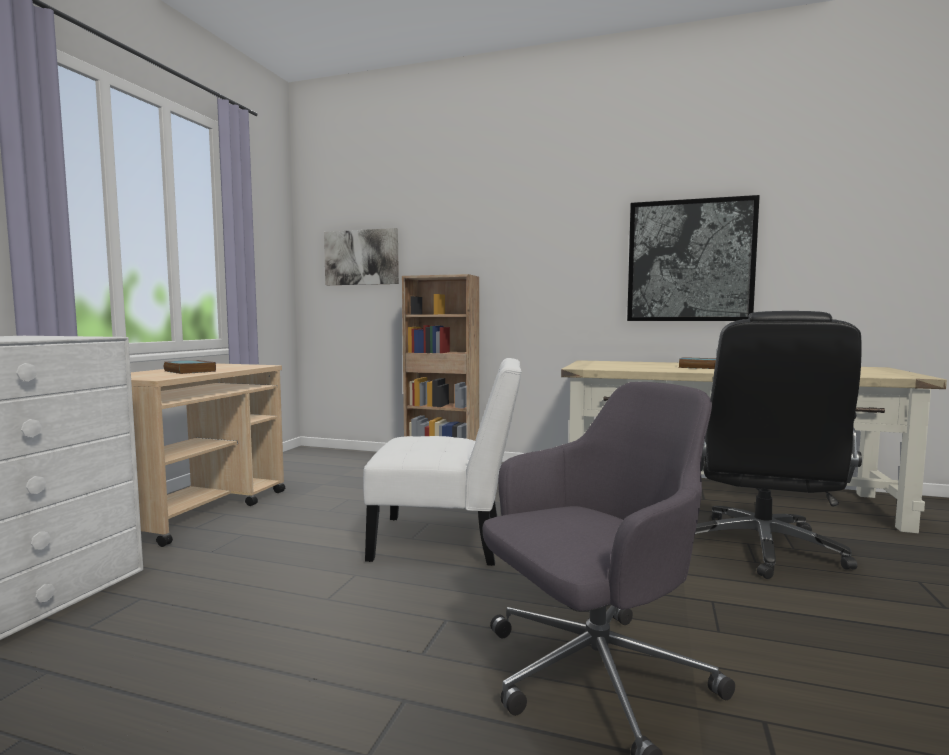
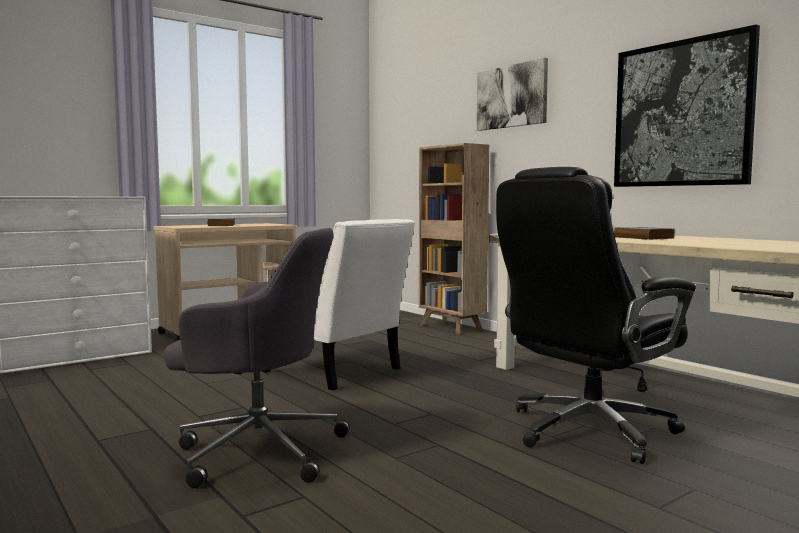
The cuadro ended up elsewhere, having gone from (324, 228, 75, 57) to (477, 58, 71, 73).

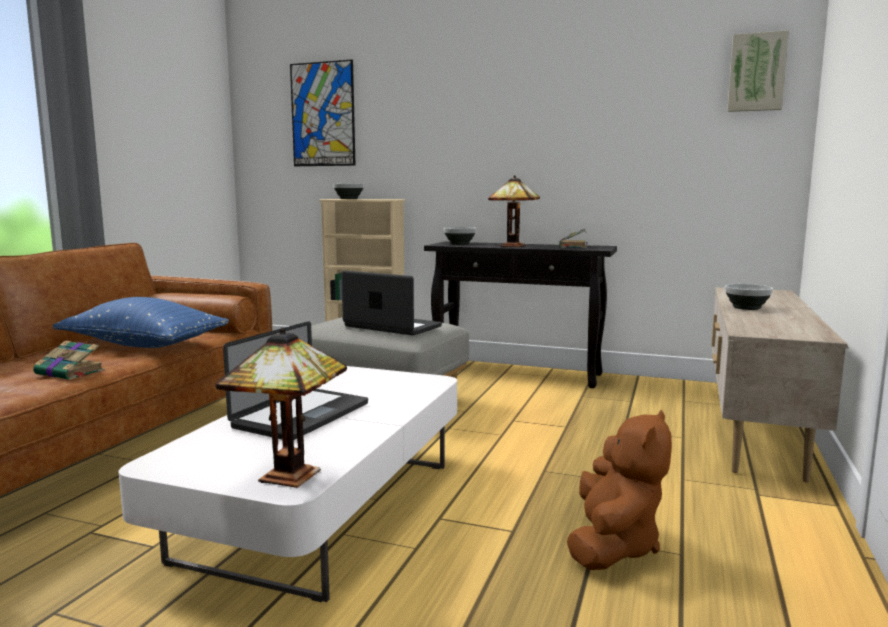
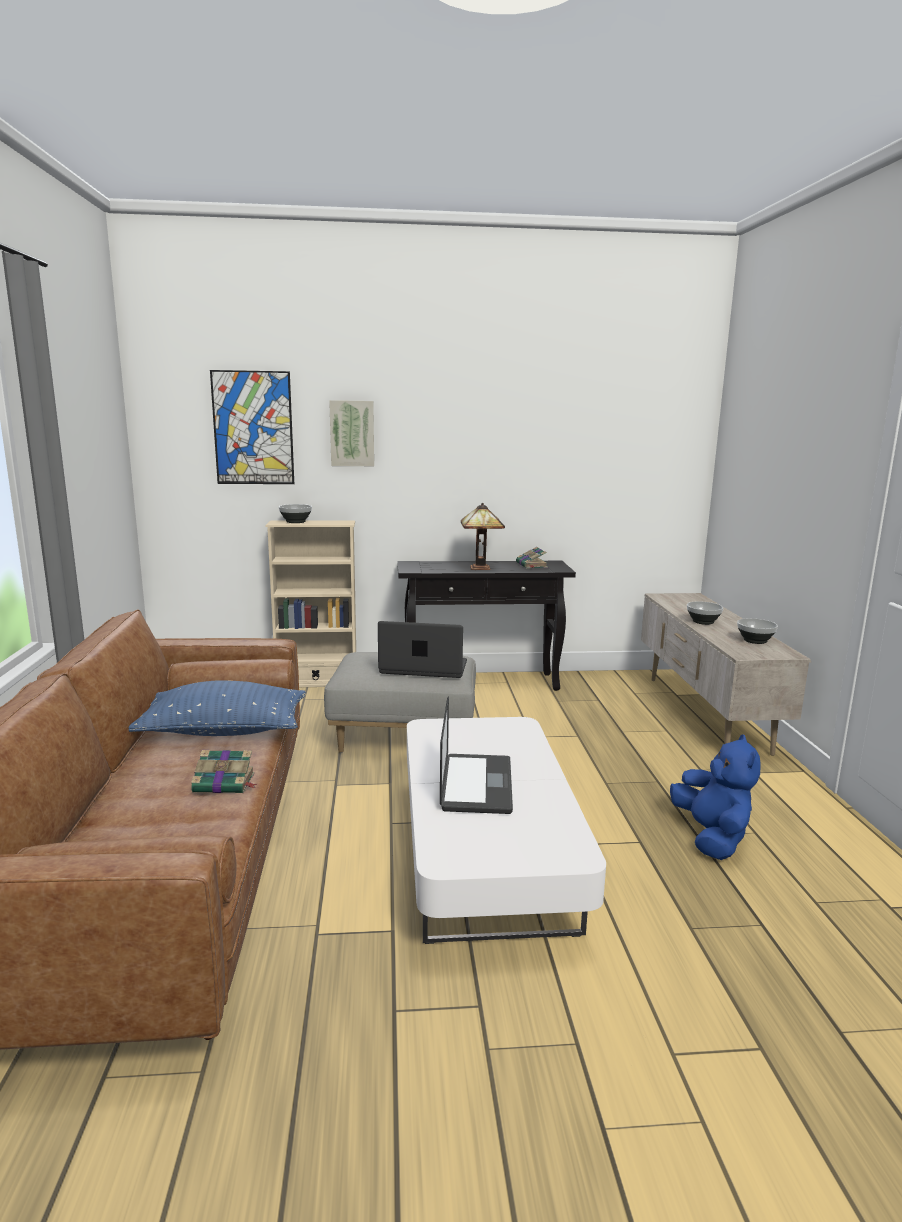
The second view lost the lámpara de mesa at (216, 327, 131, 161).
The cuenco ended up elsewhere, having gone from (444, 227, 32, 18) to (737, 618, 41, 26).
What was the peluche [marrón] at (567, 410, 105, 160) turned into the peluche [azul] at (670, 734, 91, 126).
The cuadro ended up elsewhere, having gone from (727, 30, 62, 82) to (329, 400, 45, 66).

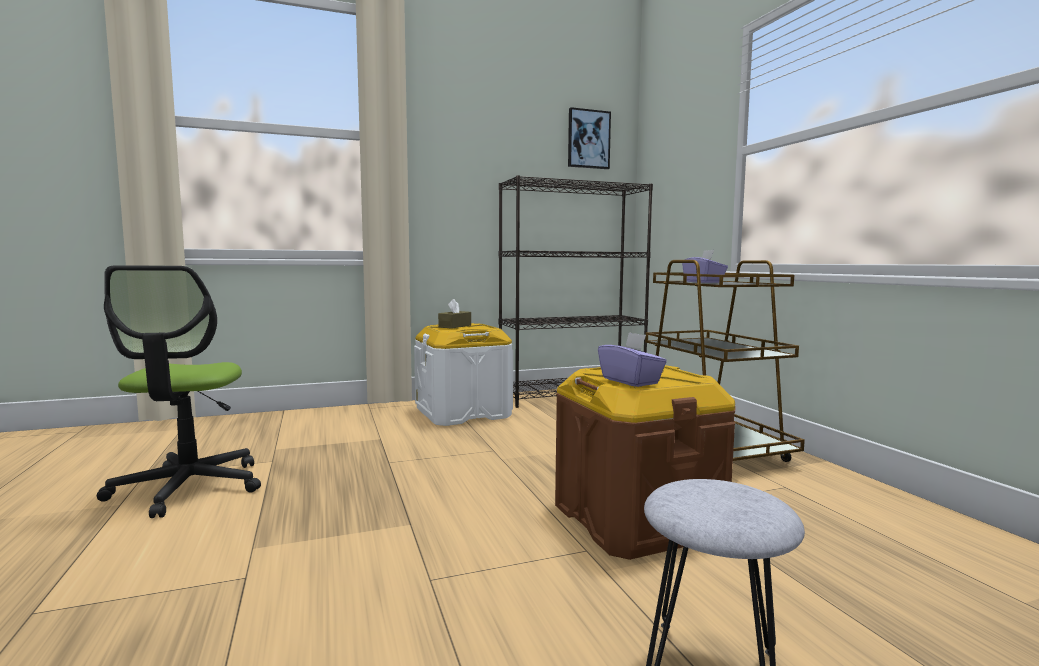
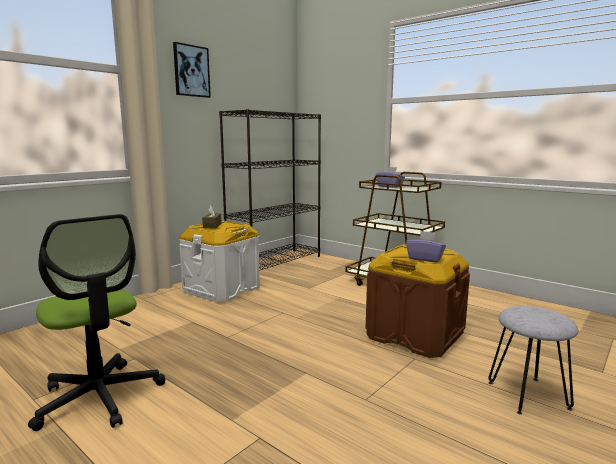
The cuadro ended up elsewhere, having gone from (568, 107, 43, 62) to (173, 42, 38, 56).

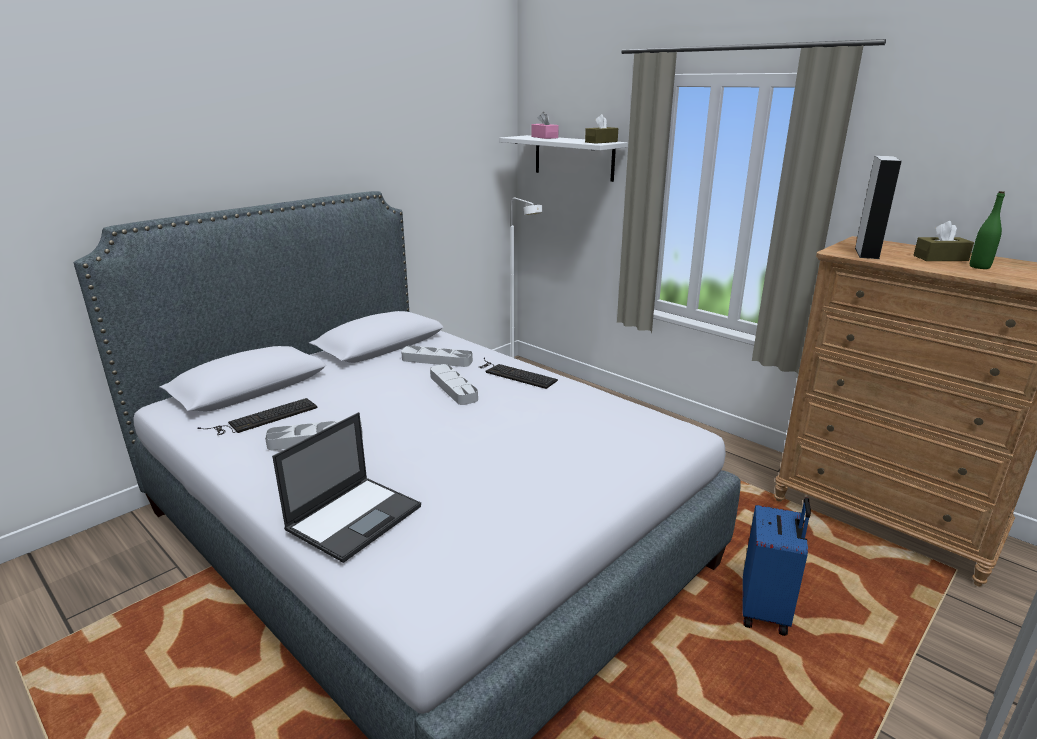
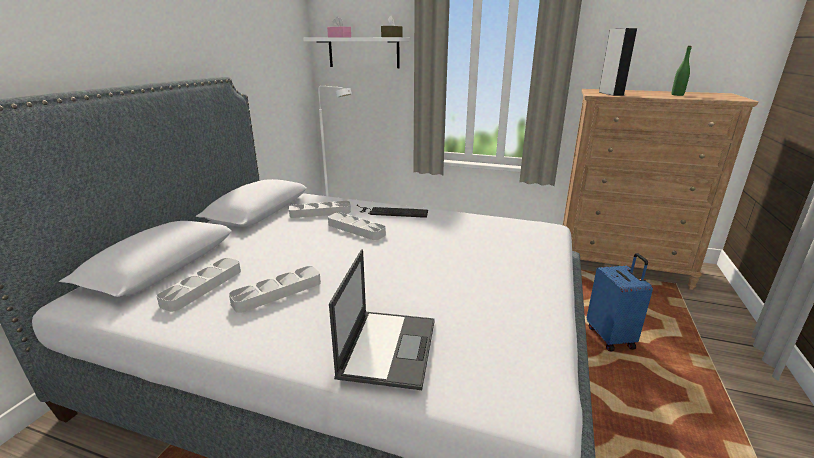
Where the teclado stood at (197, 398, 121, 37), the bandeja [gris] came to stand at (157, 258, 84, 54).
The second view lost the caja de pañuelos [marrón] at (913, 221, 61, 40).

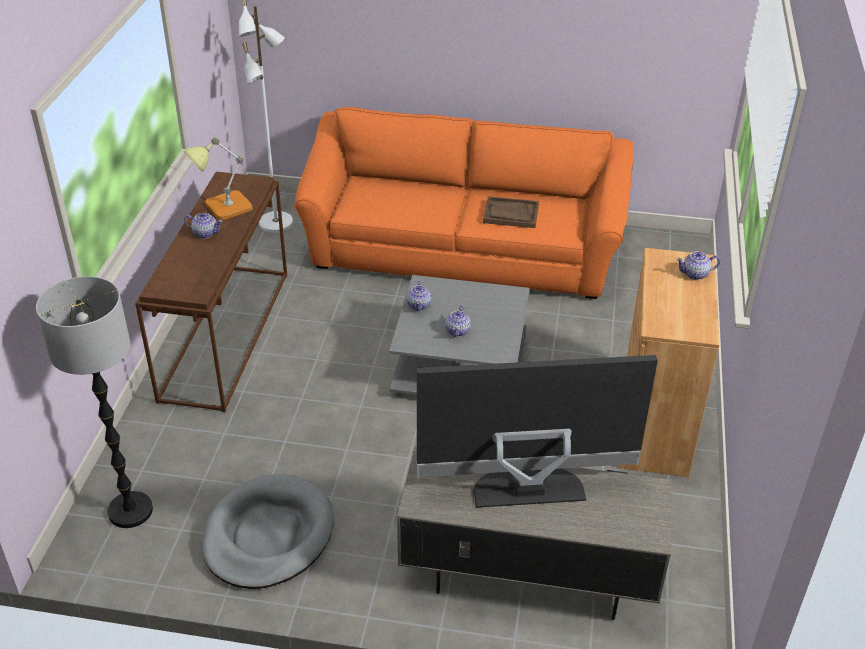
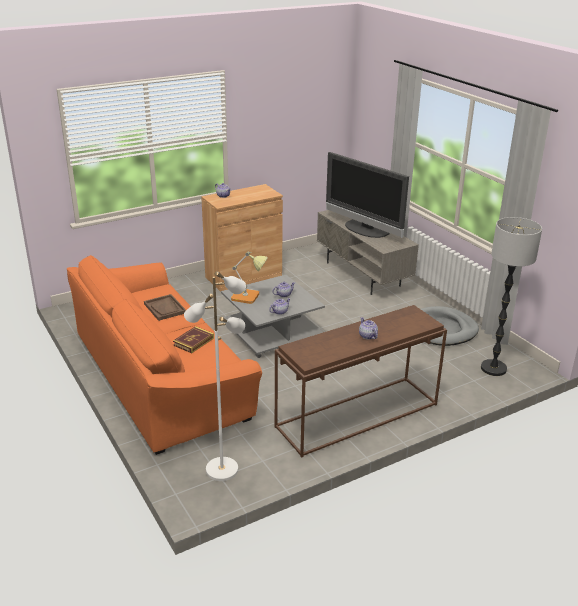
The lámpara de mesa ended up elsewhere, having gone from (184, 137, 69, 83) to (231, 252, 37, 52).
The second view gained the libro at (173, 326, 41, 27).

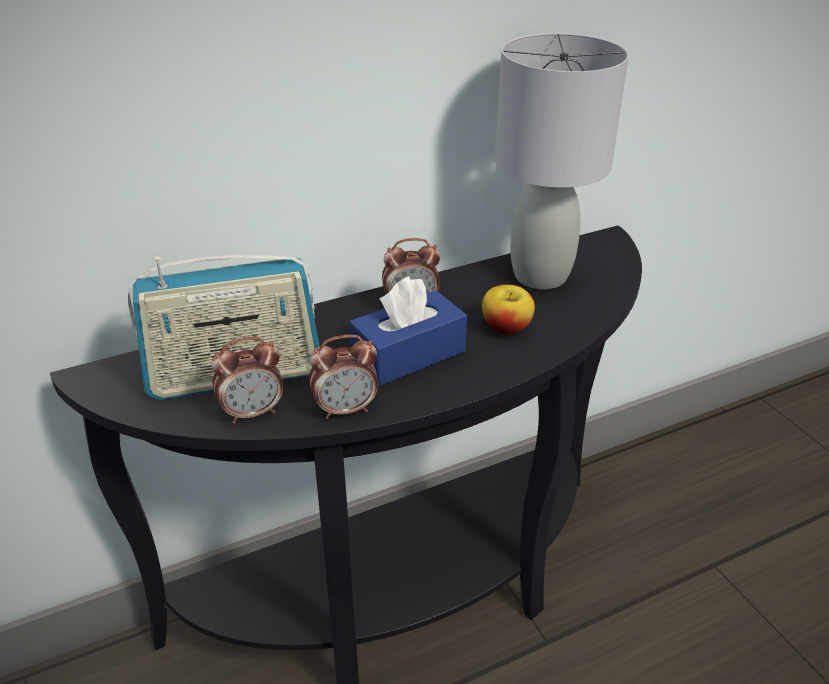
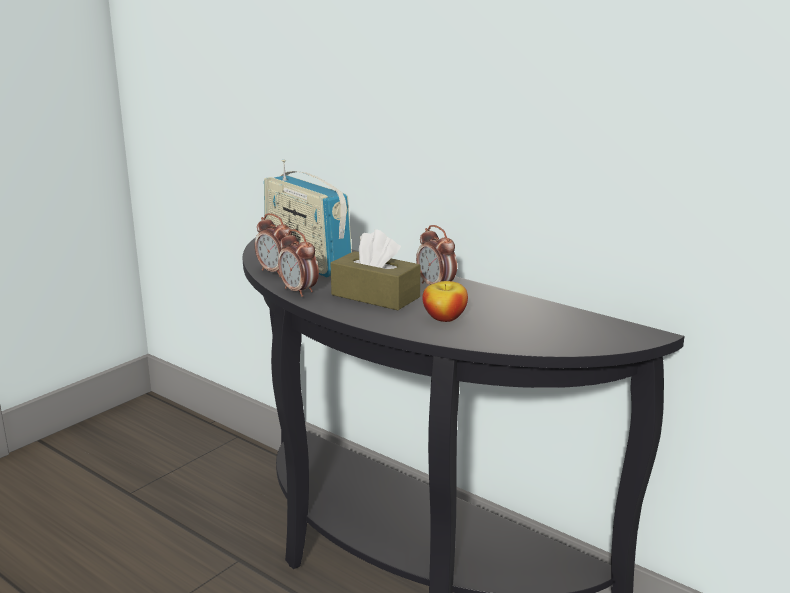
What was the caja de pañuelos [azul] at (349, 276, 118, 110) turned into the caja de pañuelos [marrón] at (331, 230, 90, 80).
The second view lost the lámpara de mesa [gris] at (495, 33, 134, 256).

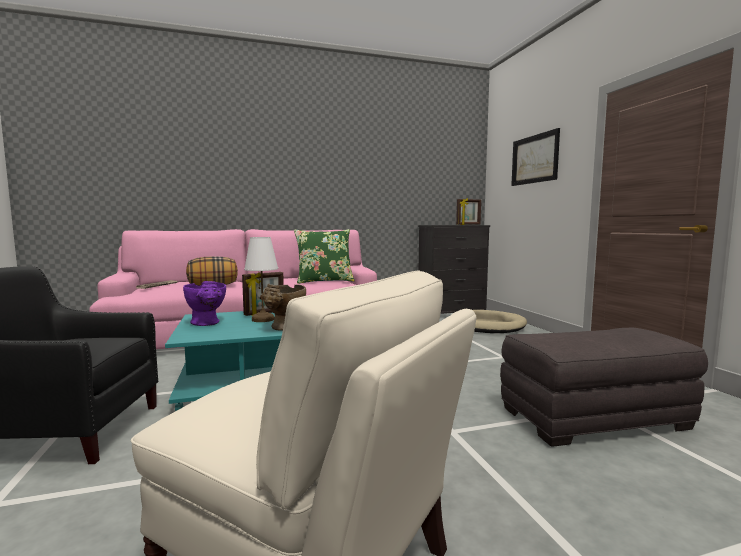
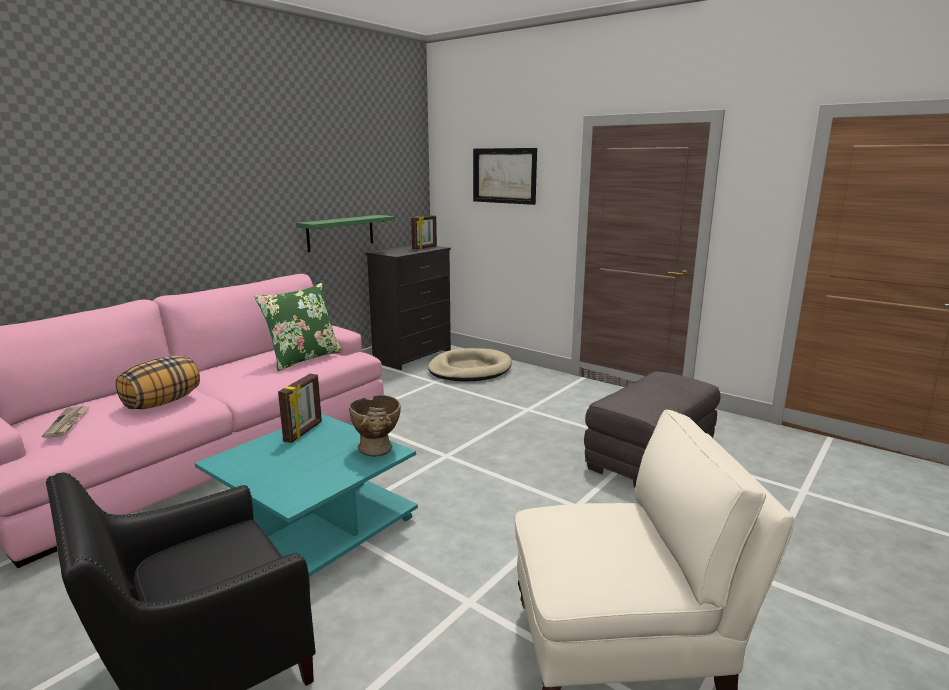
The second view lost the florero [morado] at (183, 281, 43, 45).
The second view lost the lámpara de mesa [blanco] at (244, 237, 34, 85).
The second view gained the estante [verde] at (296, 215, 99, 37).

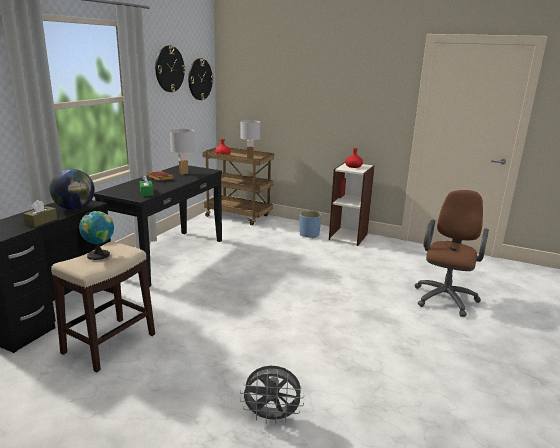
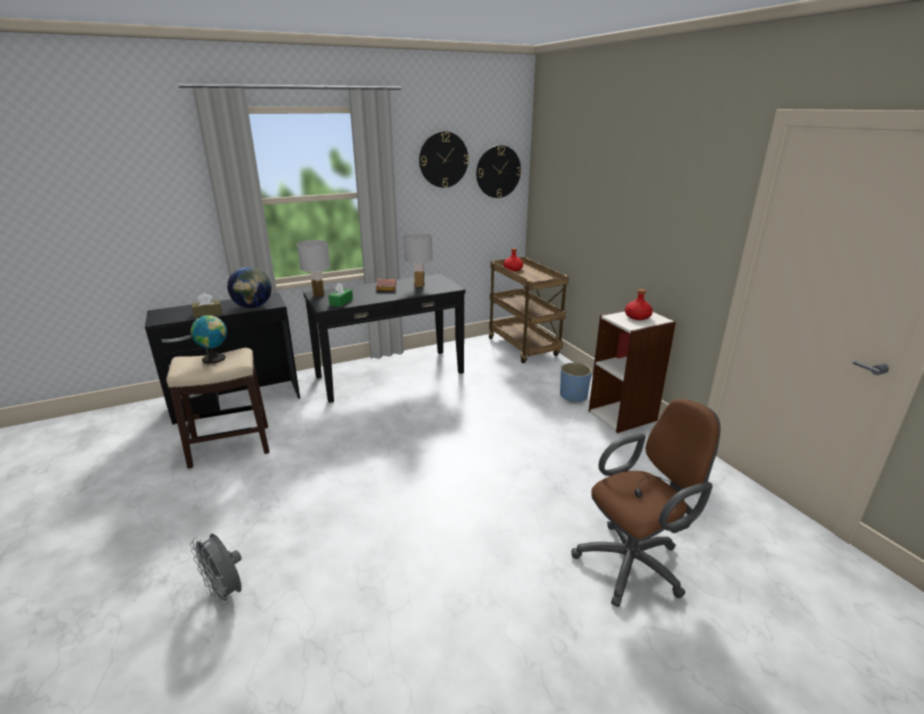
The lámpara de mesa [blanco] ended up elsewhere, having gone from (240, 120, 20, 38) to (297, 240, 34, 57).

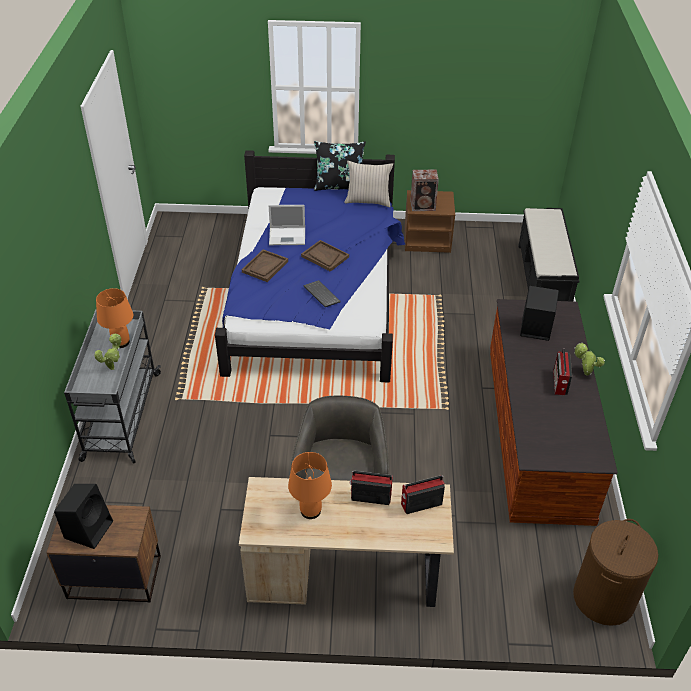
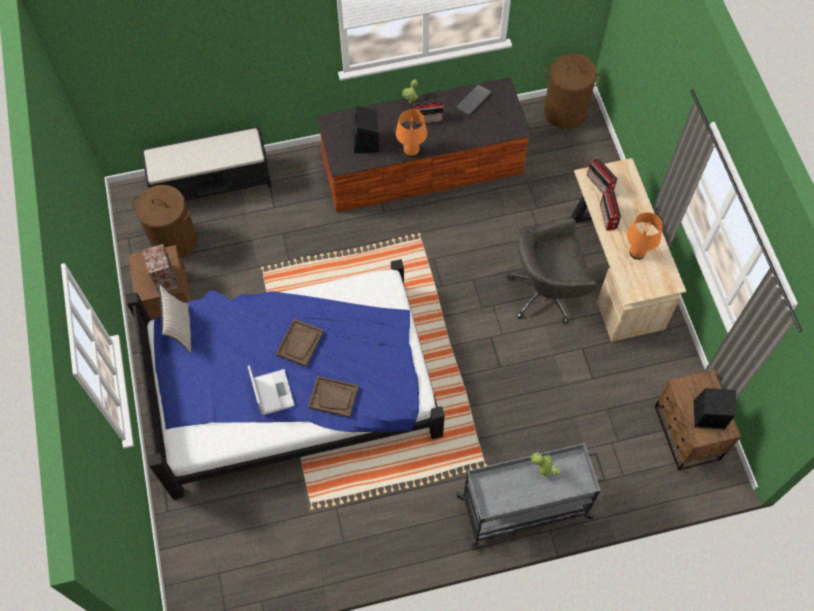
The lámpara de mesa [naranja] ended up elsewhere, having gone from (96, 288, 37, 60) to (396, 109, 31, 48).
The teclado ended up elsewhere, having gone from (304, 280, 37, 27) to (455, 84, 37, 32).
The second view lost the cojín [negro] at (314, 141, 52, 50).
The second view gained the cesto de la ropa [marrón] at (132, 185, 65, 74).

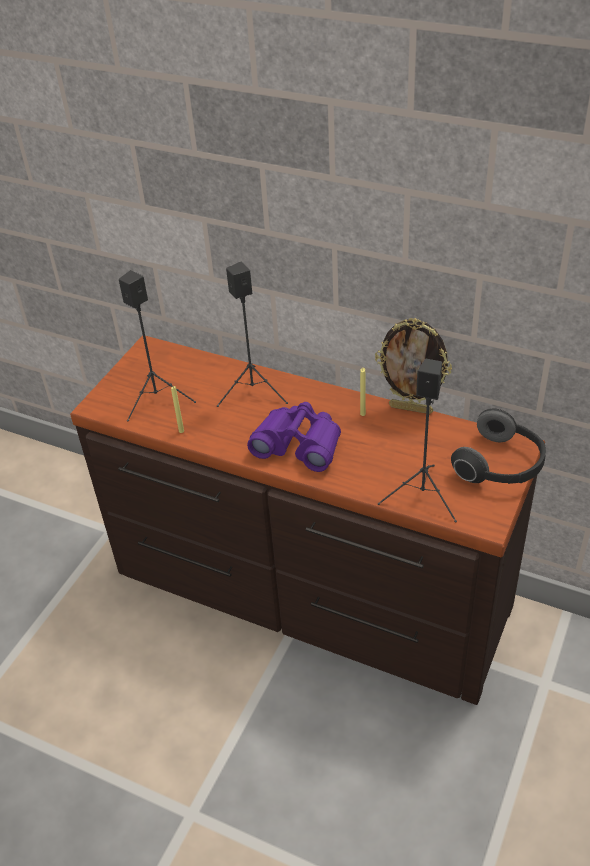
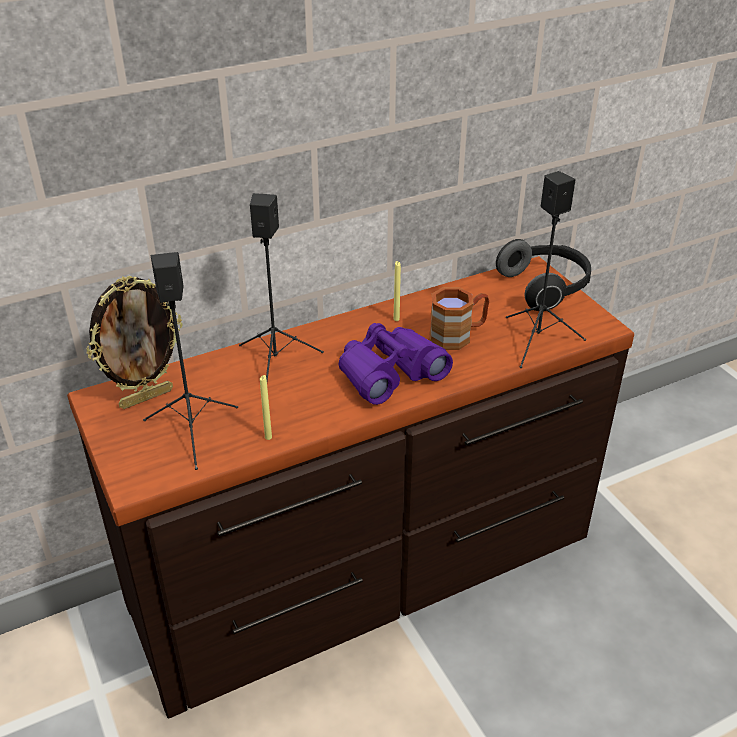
The portarretratos ended up elsewhere, having gone from (375, 318, 77, 96) to (86, 276, 96, 133).
The second view gained the taza grande [marrón] at (429, 287, 60, 63).

